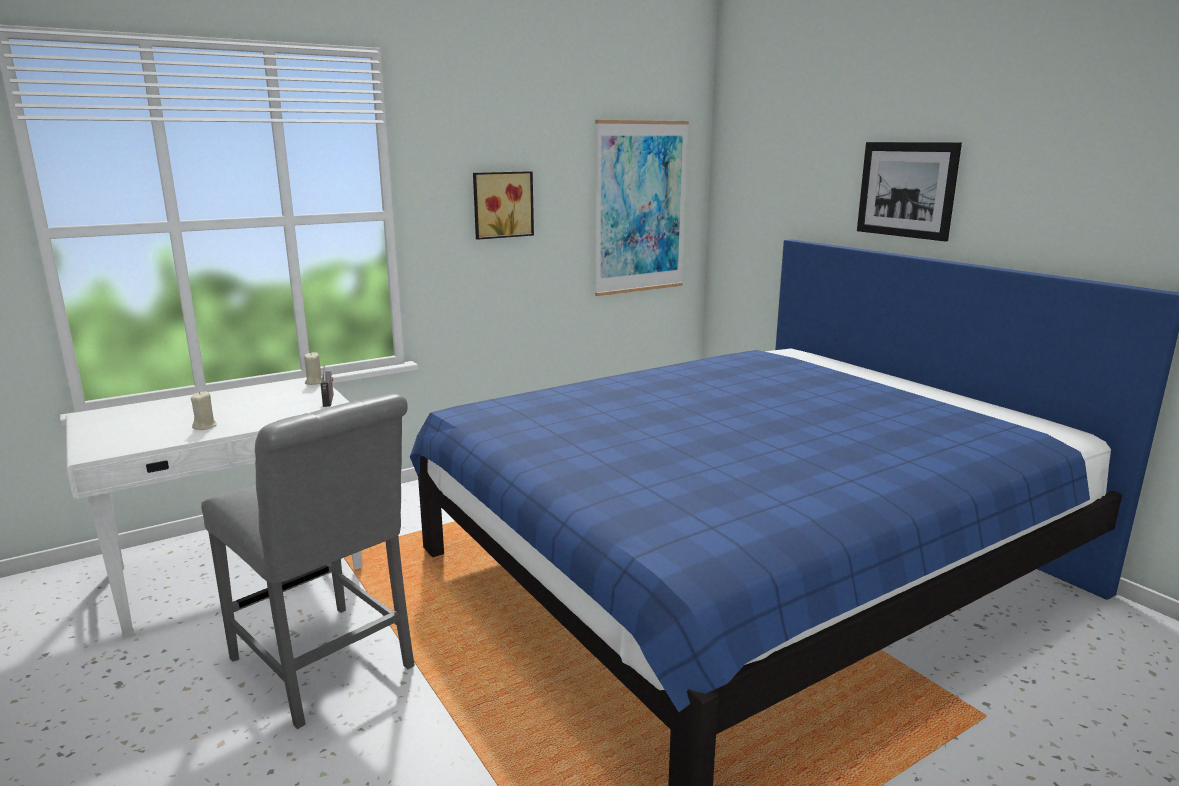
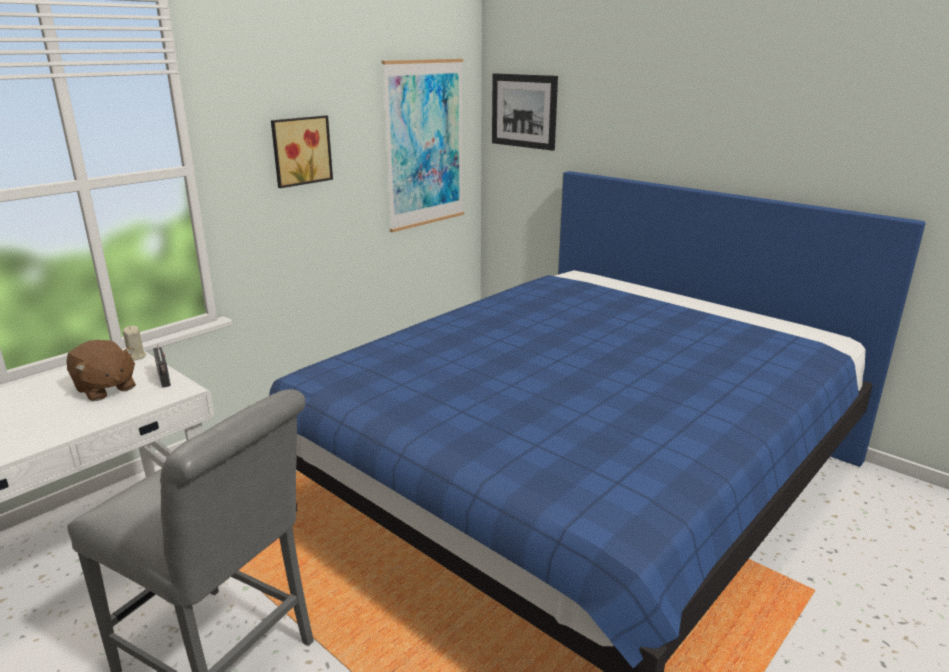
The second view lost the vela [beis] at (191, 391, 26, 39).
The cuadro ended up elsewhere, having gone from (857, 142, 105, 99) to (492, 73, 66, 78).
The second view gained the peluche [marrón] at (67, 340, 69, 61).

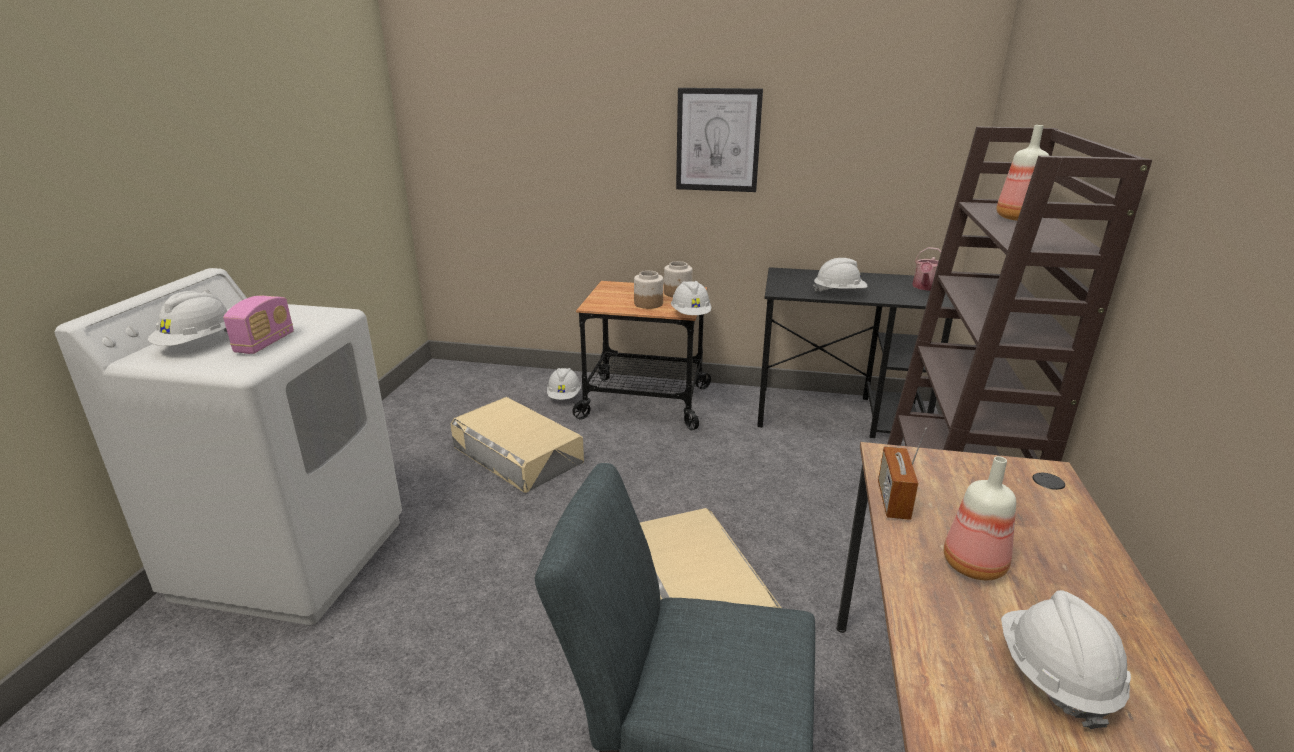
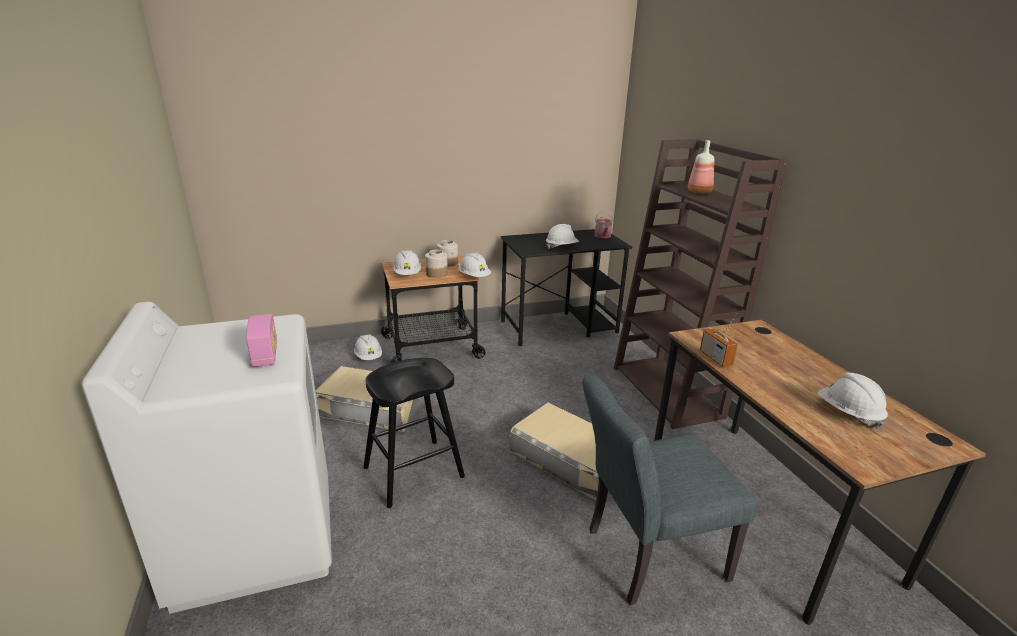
The casco [blanco] ended up elsewhere, having gone from (148, 291, 79, 55) to (393, 250, 28, 25).
The second view lost the cuadro at (676, 88, 87, 104).
The second view lost the botella at (944, 456, 72, 124).
The second view gained the taburete [negro] at (363, 358, 102, 150).

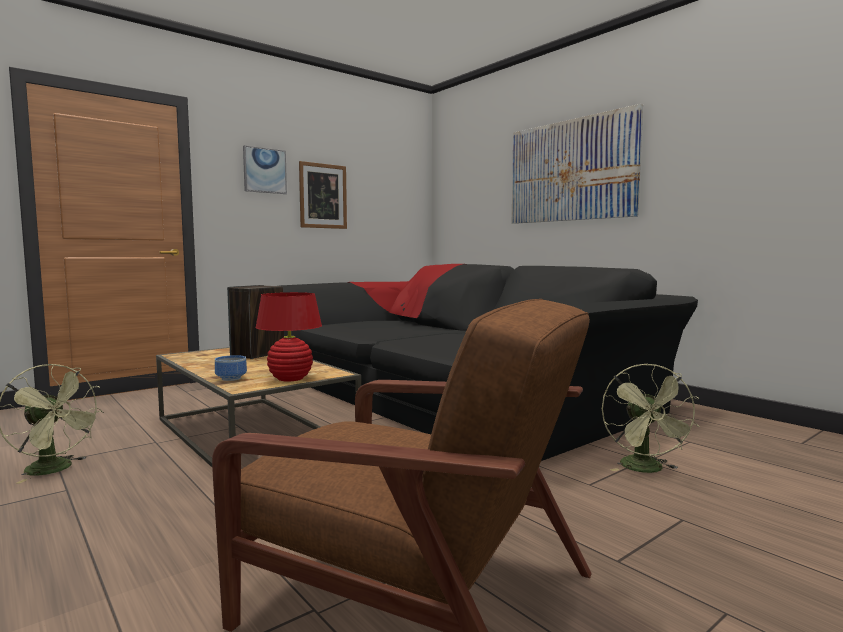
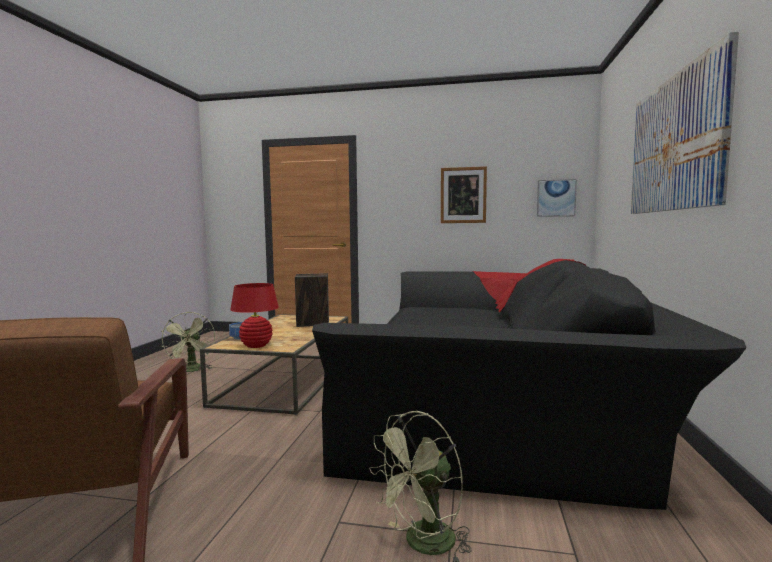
The cuadro ended up elsewhere, having gone from (243, 146, 44, 48) to (537, 179, 40, 38).

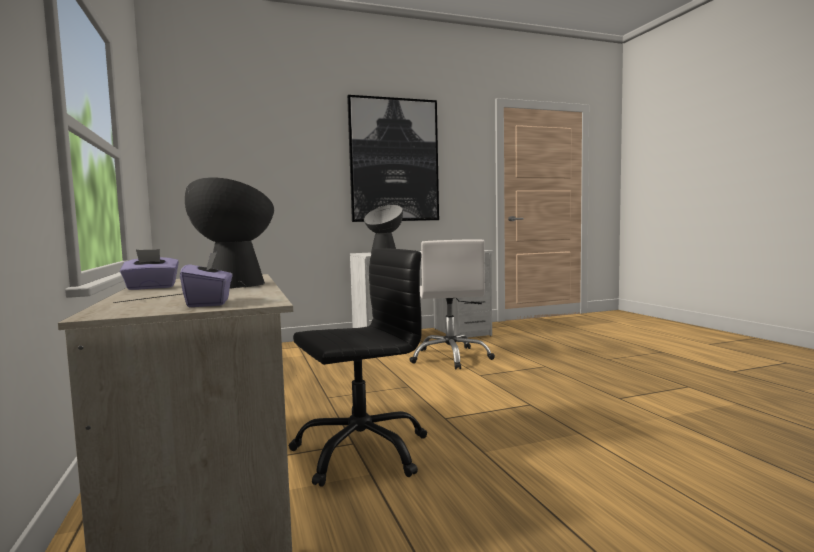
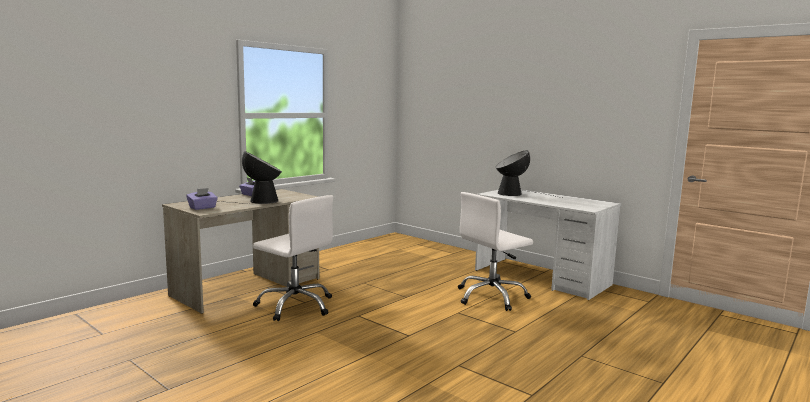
What was the silla de oficina [negro] at (289, 248, 138, 239) turned into the silla de oficina [blanco] at (253, 195, 80, 126).
The second view lost the cuadro at (347, 95, 92, 127).

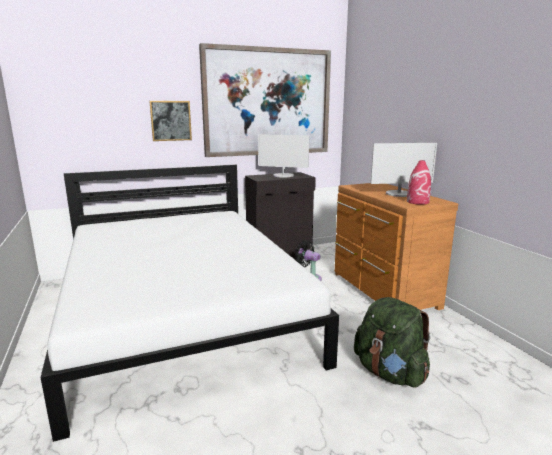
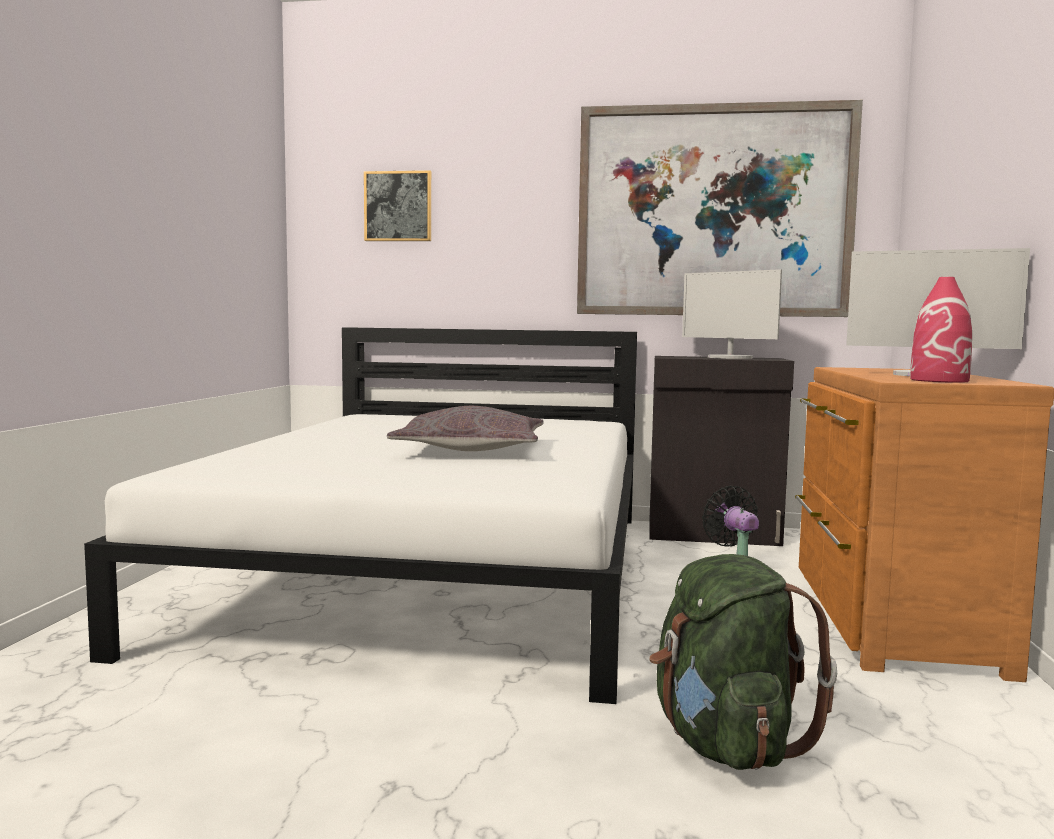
The cuadro ended up elsewhere, having gone from (149, 101, 43, 40) to (364, 170, 67, 71).
The second view gained the cojín [gris] at (387, 406, 157, 45).

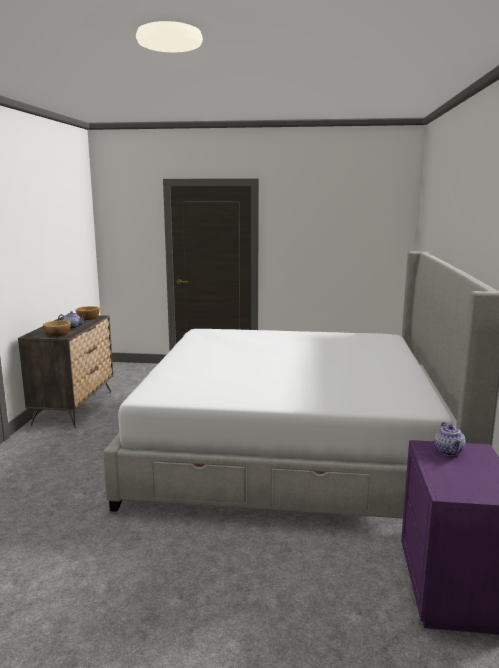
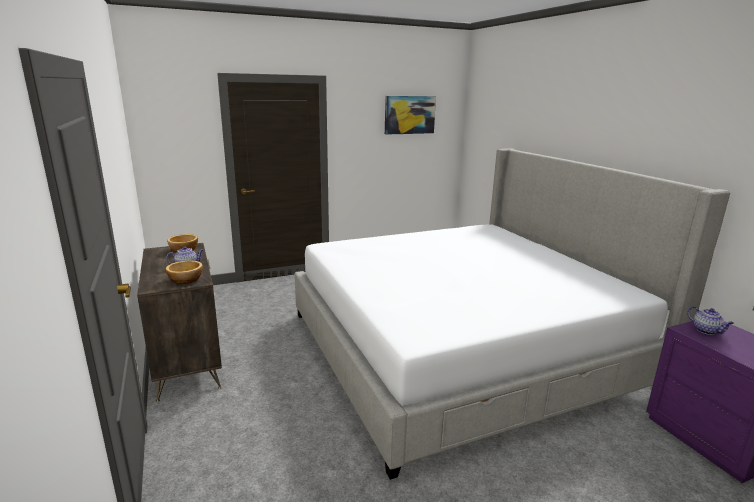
The second view gained the cuadro at (385, 96, 51, 39).

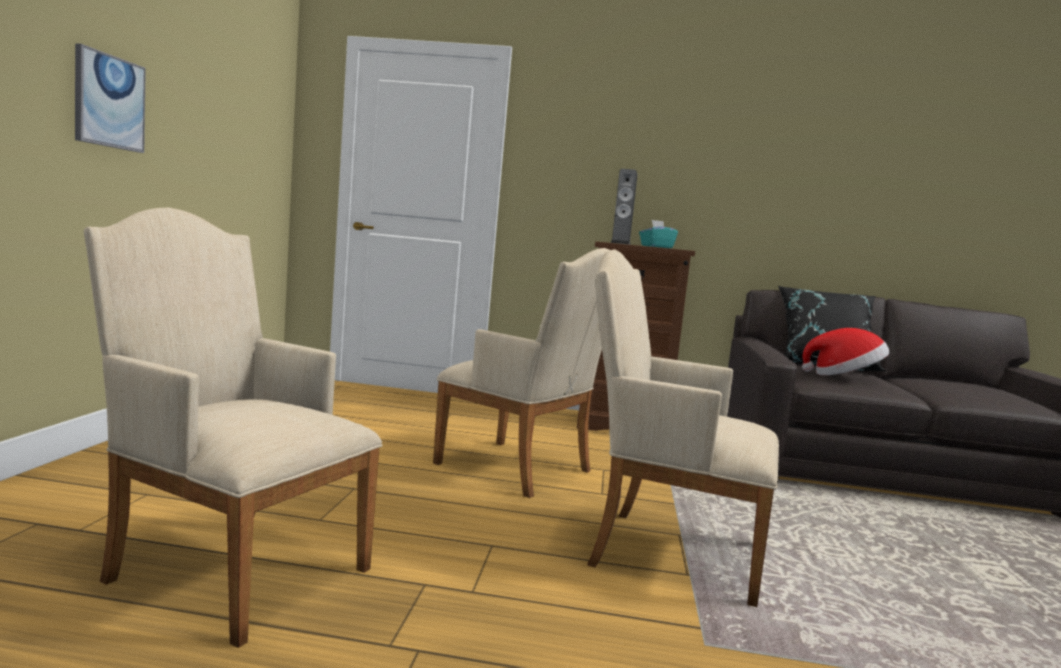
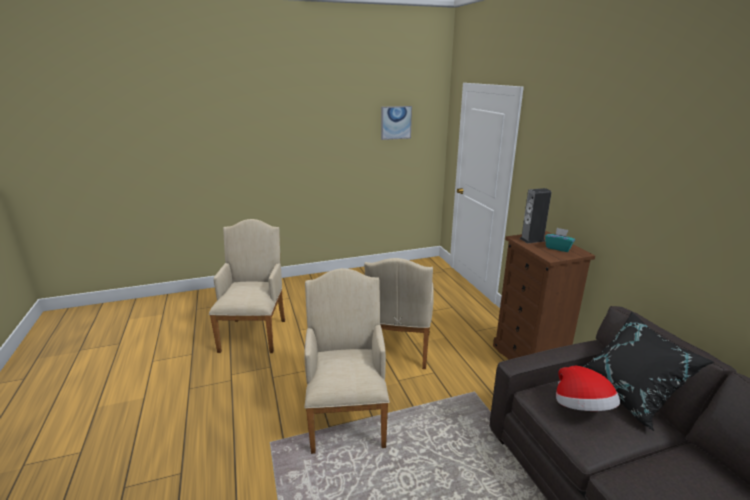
The cuadro ended up elsewhere, having gone from (75, 43, 71, 110) to (381, 106, 31, 34).

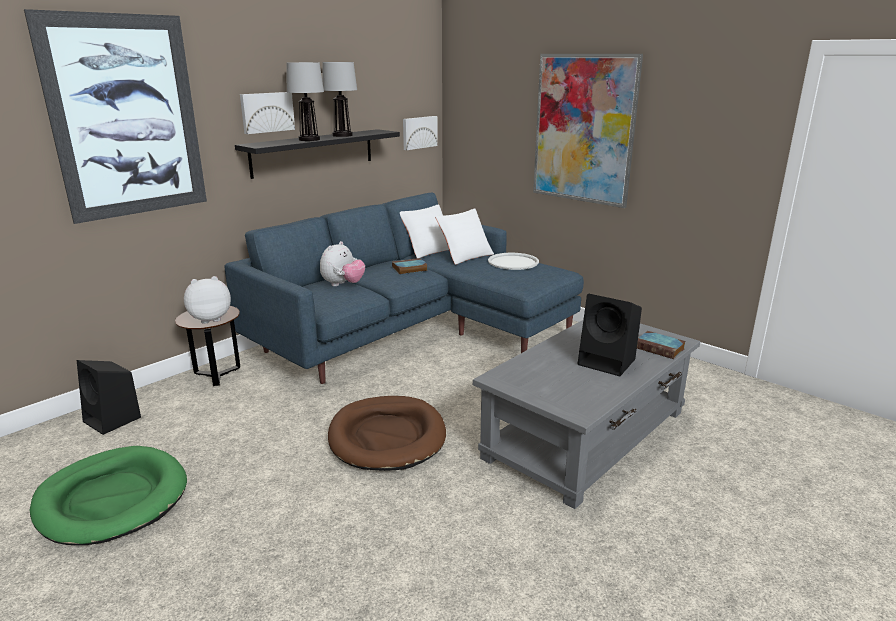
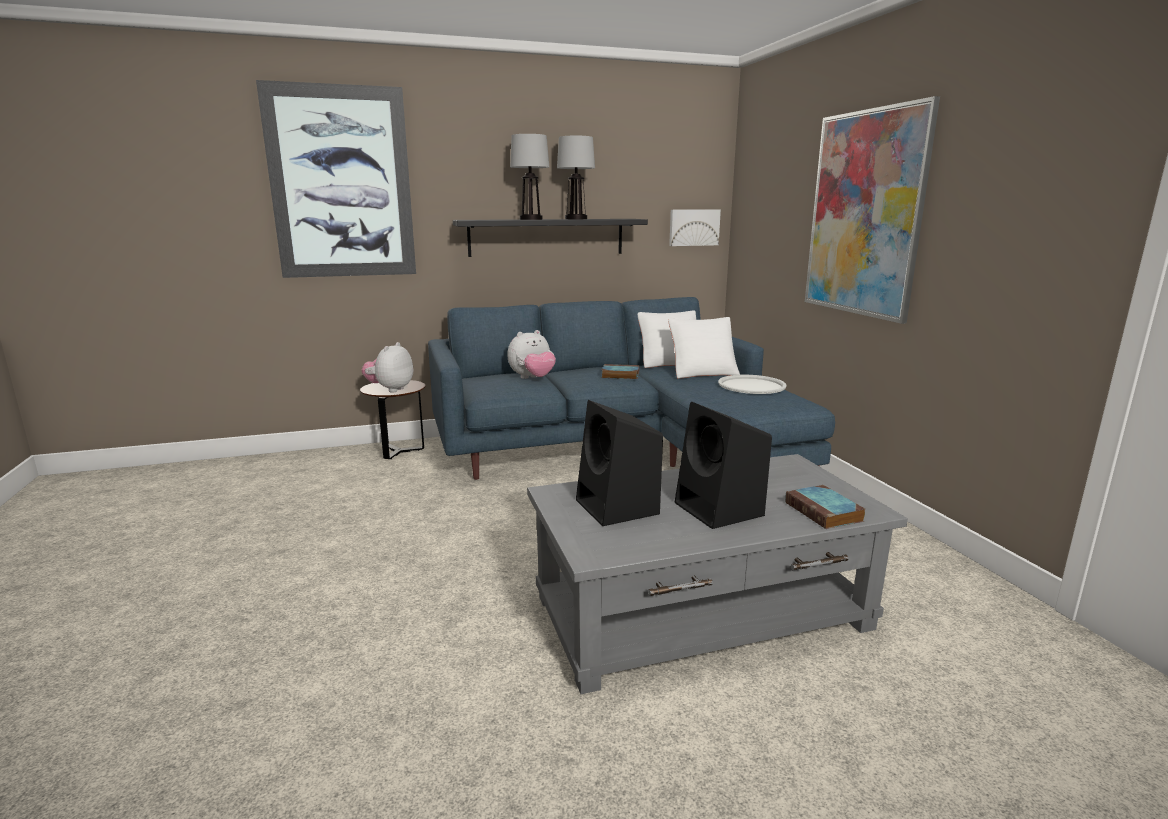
The second view lost the cama para perro [verde] at (30, 446, 157, 99).
The altavoz [negro] ended up elsewhere, having gone from (77, 360, 64, 75) to (576, 400, 87, 126).
The peluche at (184, 276, 47, 48) ended up facing another way, 75 degrees counterclockwise from before.
The second view lost the cuadro at (240, 92, 55, 42).
The second view lost the cama para perro [marrón] at (328, 396, 118, 75).

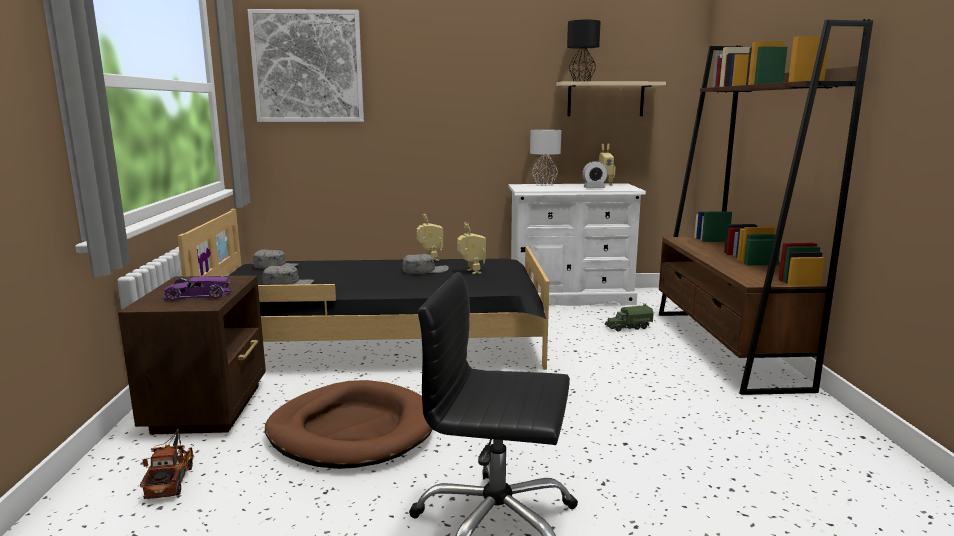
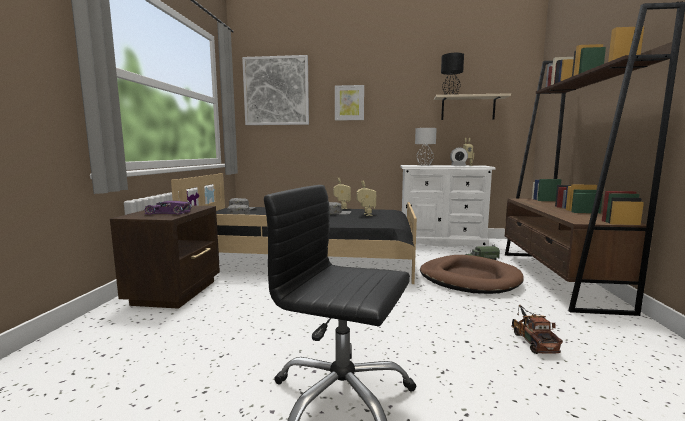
The camión de juguete ended up elsewhere, having gone from (140, 428, 54, 71) to (512, 304, 51, 50).
The cama para perro [marrón] ended up elsewhere, having gone from (265, 380, 168, 89) to (420, 255, 104, 39).
The second view gained the cuadro at (335, 85, 29, 36).

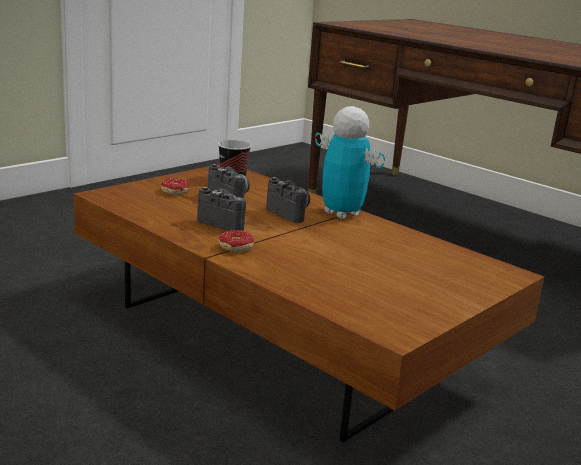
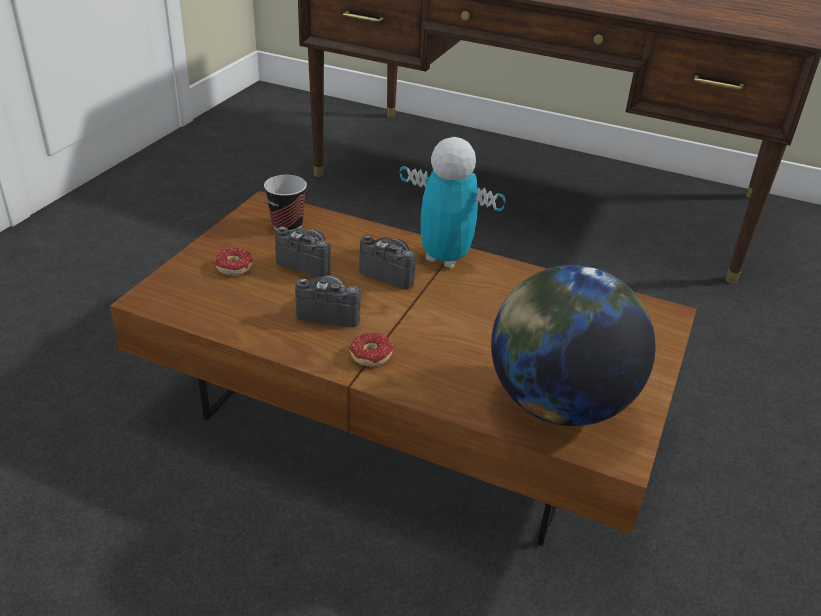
The second view gained the globo terráqueo at (491, 265, 164, 161).

